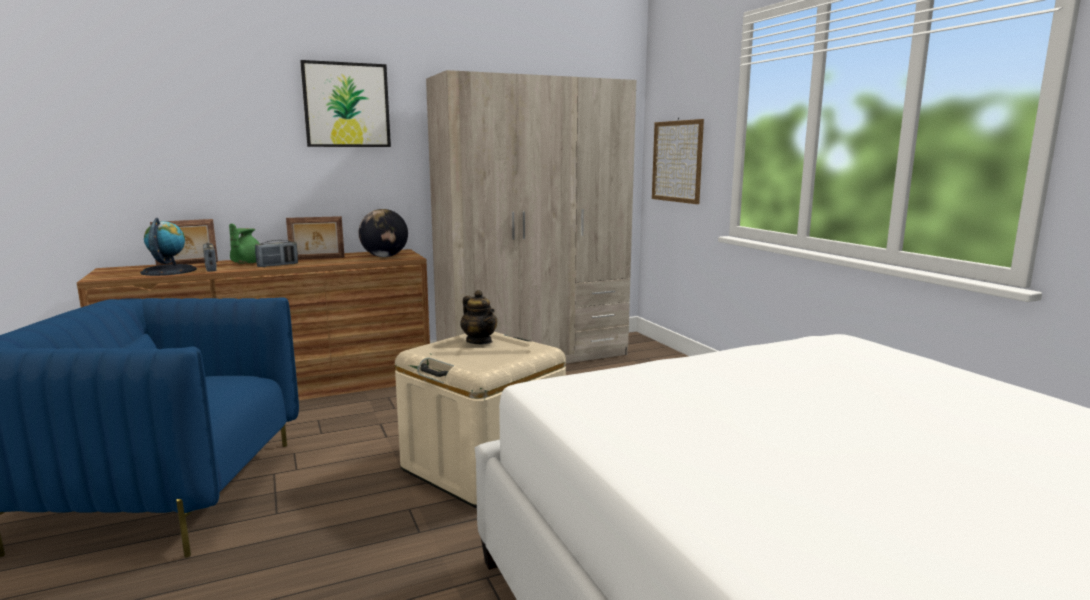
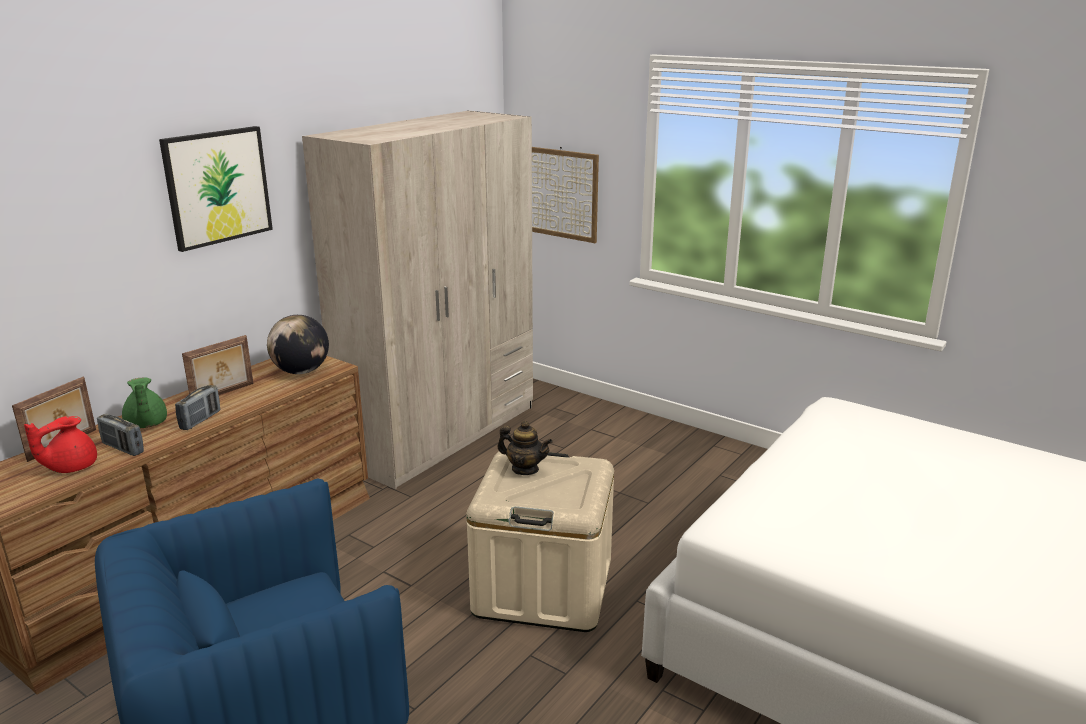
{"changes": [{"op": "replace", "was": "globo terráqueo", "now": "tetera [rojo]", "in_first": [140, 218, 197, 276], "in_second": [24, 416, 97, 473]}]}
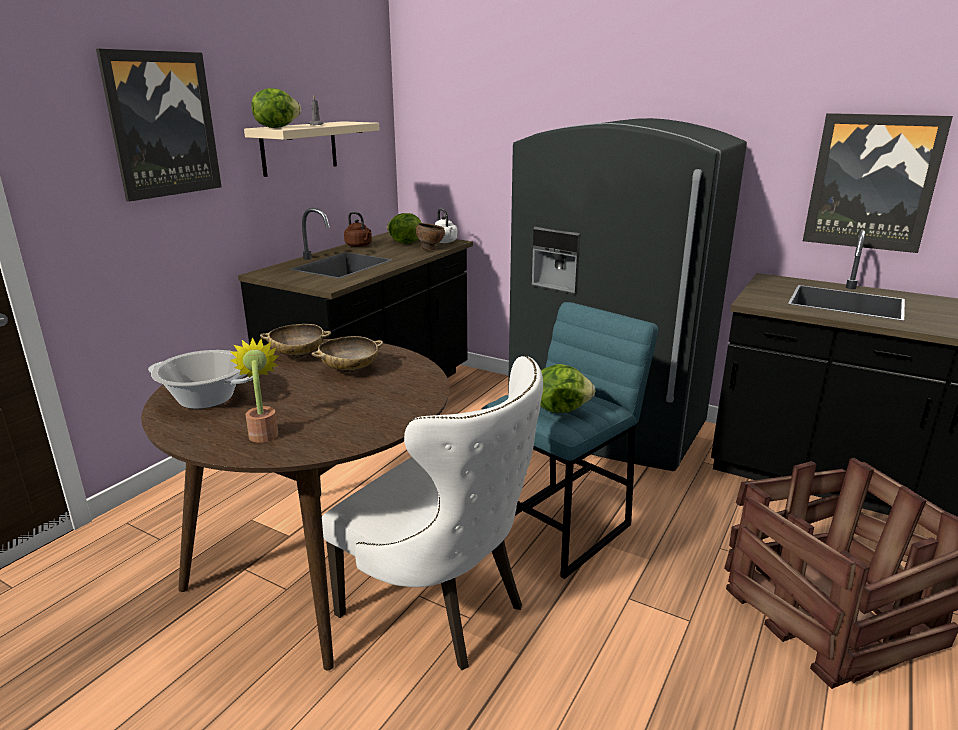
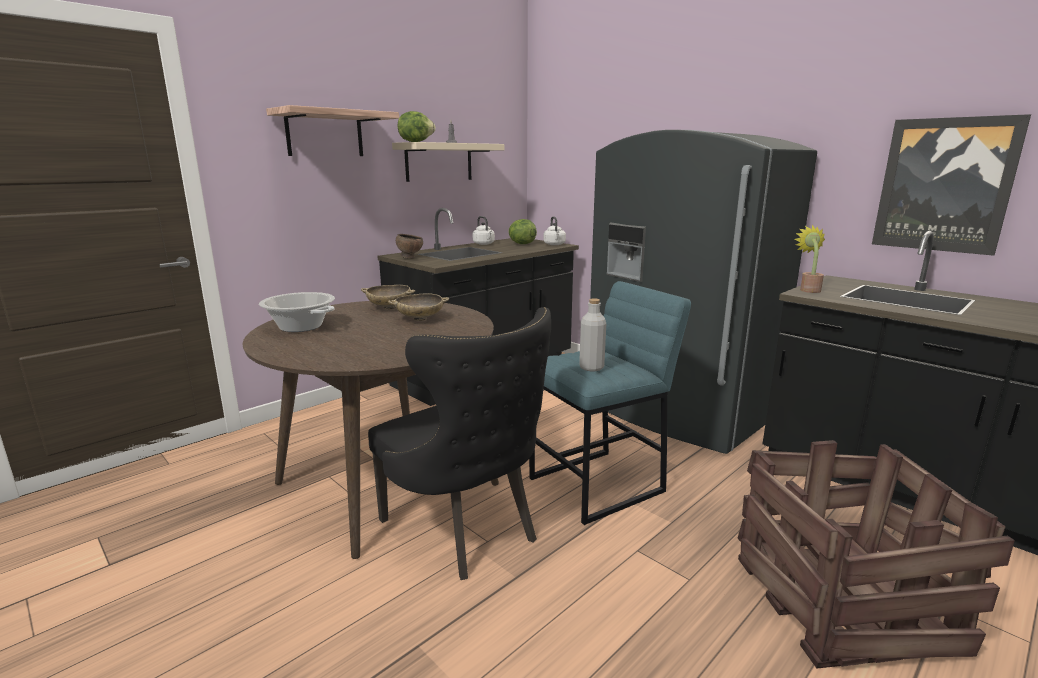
{"changes": [{"op": "replace", "was": "cuadro", "now": "estante", "in_first": [96, 49, 221, 202], "in_second": [266, 105, 399, 156]}, {"op": "move", "was": "planta en maceta", "in_first": [230, 337, 280, 443], "in_second": [794, 225, 825, 293]}, {"op": "recolor", "was": "silla [blanco]", "now": "silla [negro]", "in_first": [322, 356, 543, 670], "in_second": [368, 307, 551, 580]}, {"op": "recolor", "was": "hervidor [marrón]", "now": "hervidor [blanco]", "in_first": [344, 212, 372, 247], "in_second": [473, 216, 495, 245]}, {"op": "move", "was": "cuenco [marrón]", "in_first": [416, 223, 445, 250], "in_second": [396, 234, 423, 259]}, {"op": "replace", "was": "lechuga", "now": "botella [gris]", "in_first": [540, 364, 595, 413], "in_second": [579, 299, 606, 371]}]}
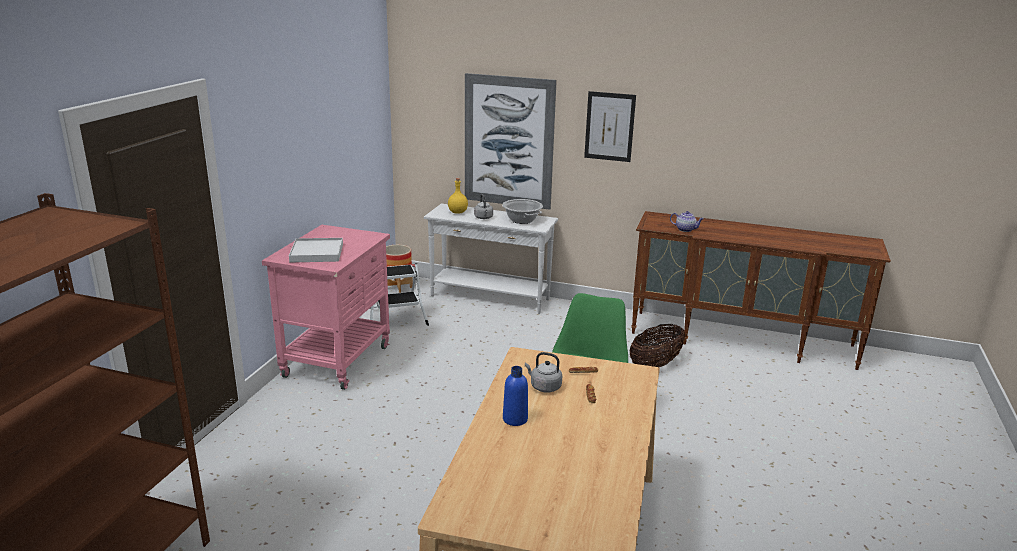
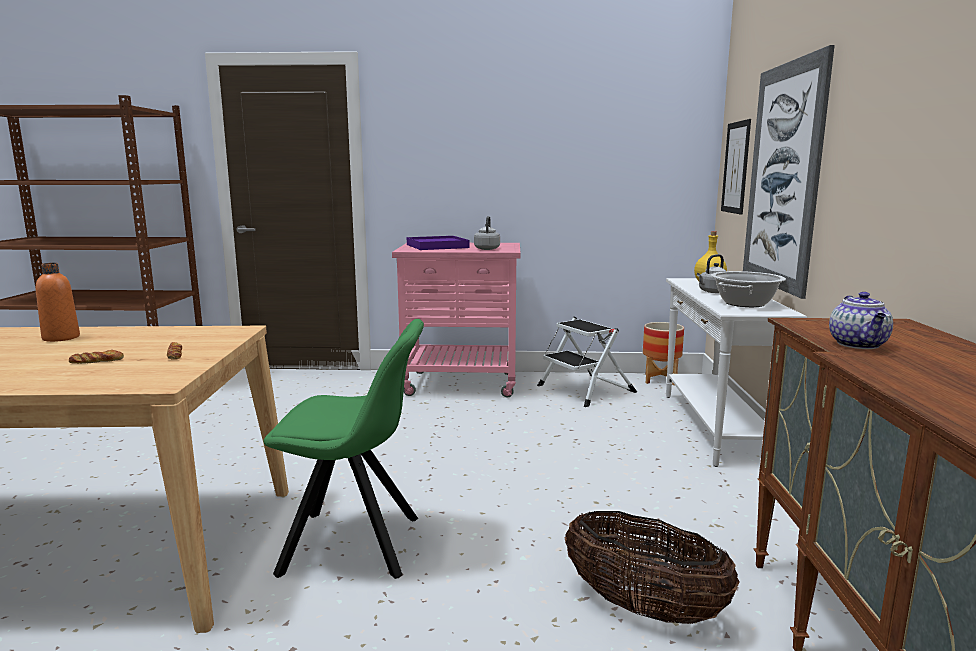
{"changes": [{"op": "recolor", "was": "bandeja [blanco]", "now": "bandeja [morado]", "in_first": [289, 238, 343, 263], "in_second": [407, 236, 470, 250]}, {"op": "recolor", "was": "botella [azul]", "now": "botella [naranja]", "in_first": [503, 366, 528, 426], "in_second": [36, 263, 80, 342]}, {"op": "move", "was": "hervidor [gris]", "in_first": [525, 352, 562, 393], "in_second": [474, 216, 500, 250]}, {"op": "move", "was": "cuadro", "in_first": [584, 91, 636, 162], "in_second": [721, 119, 751, 215]}]}
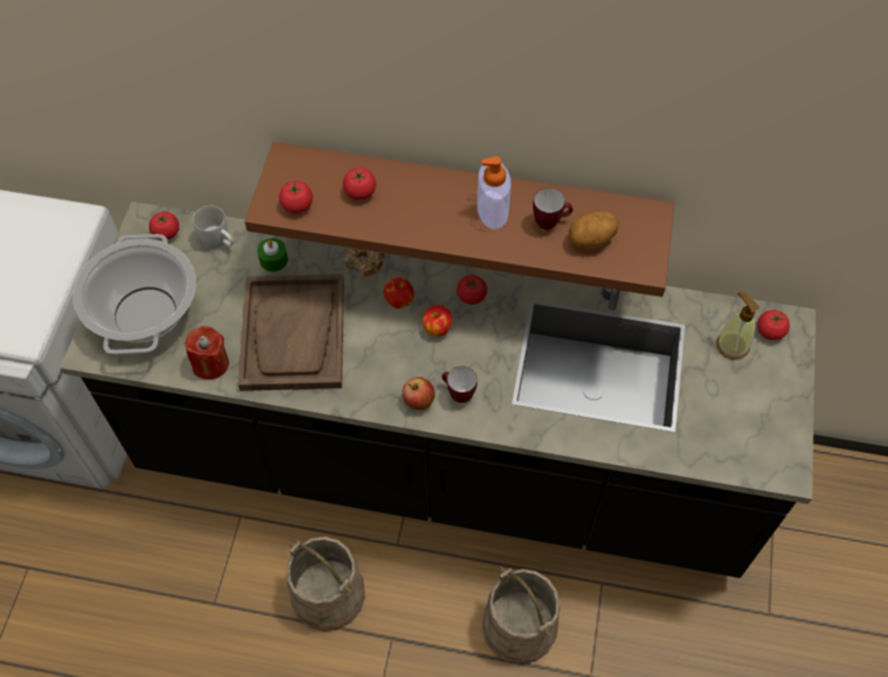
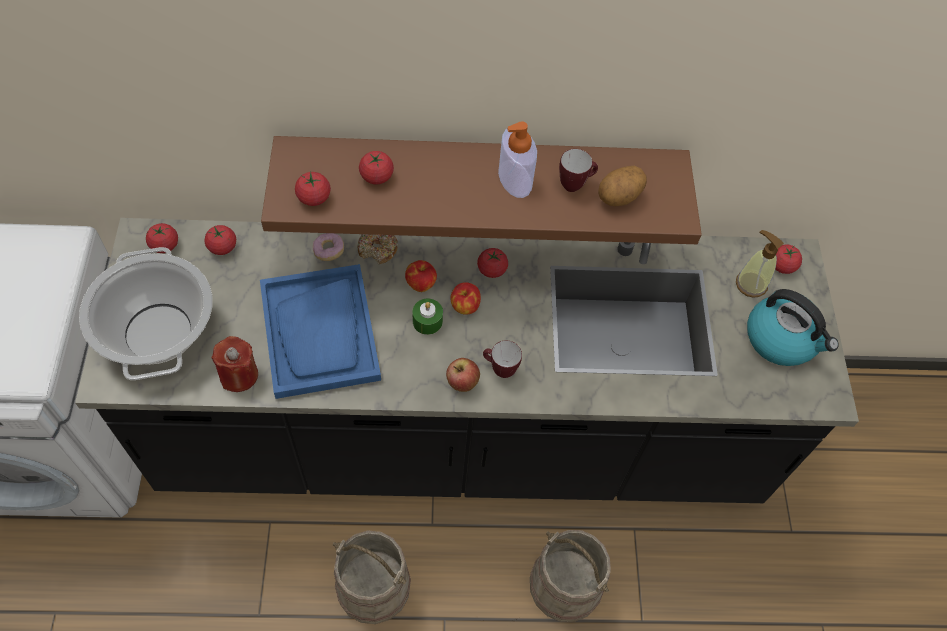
{"changes": [{"op": "replace", "was": "taza grande [blanco]", "now": "tomate", "in_first": [193, 206, 234, 249], "in_second": [204, 225, 236, 255]}, {"op": "recolor", "was": "bandeja [marrón]", "now": "bandeja [azul]", "in_first": [238, 274, 344, 391], "in_second": [260, 264, 381, 399]}, {"op": "move", "was": "vela [verde]", "in_first": [257, 238, 288, 272], "in_second": [412, 299, 443, 335]}, {"op": "insert", "now": "rosquilla", "in_second": [313, 233, 344, 261]}, {"op": "insert", "now": "hervidor", "in_second": [747, 289, 839, 366]}]}
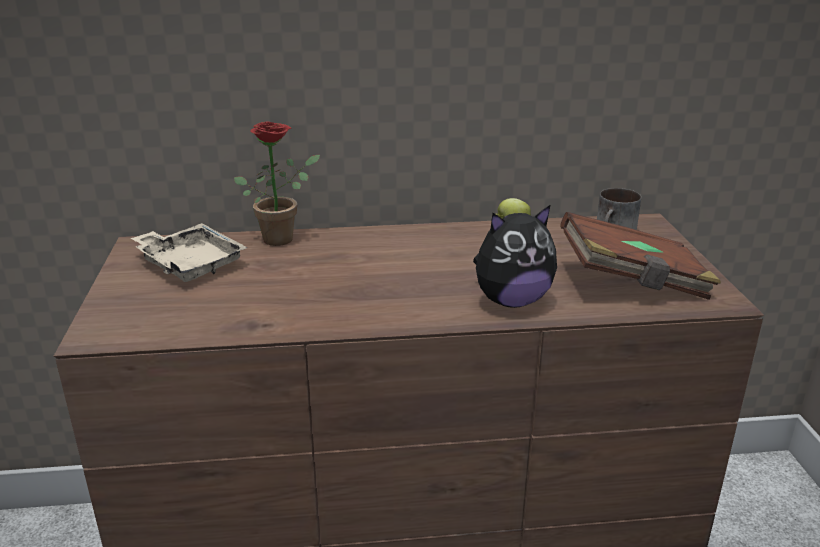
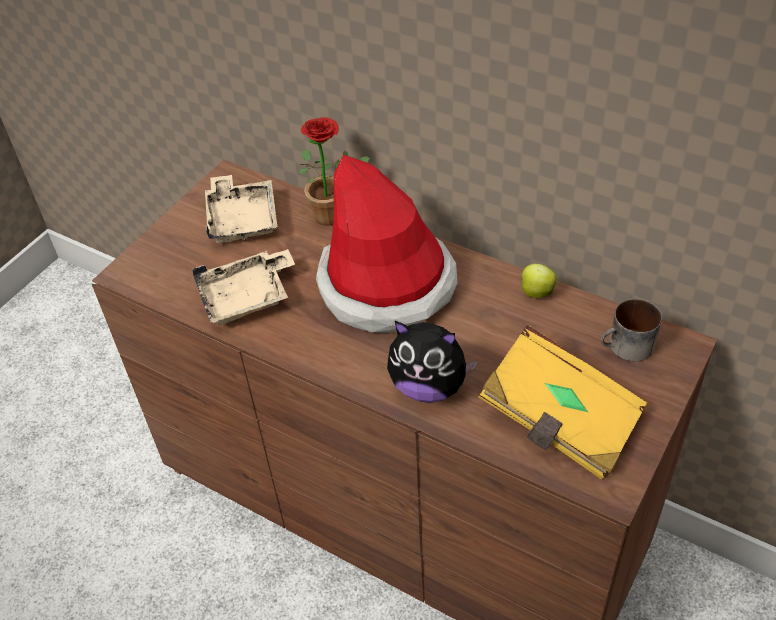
{"changes": [{"op": "recolor", "was": "libro [marrón]", "now": "libro [amarillo]", "in_first": [560, 212, 721, 300], "in_second": [479, 325, 647, 480]}, {"op": "insert", "now": "bandeja [beis]", "in_second": [193, 249, 295, 325]}, {"op": "insert", "now": "sombrero", "in_second": [316, 155, 457, 333]}]}
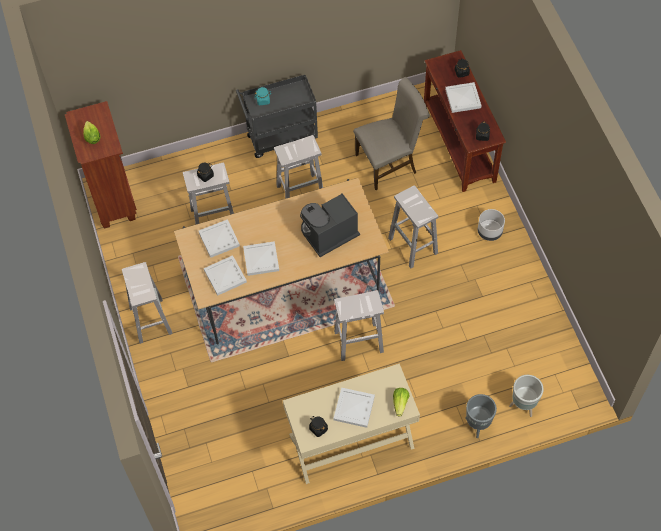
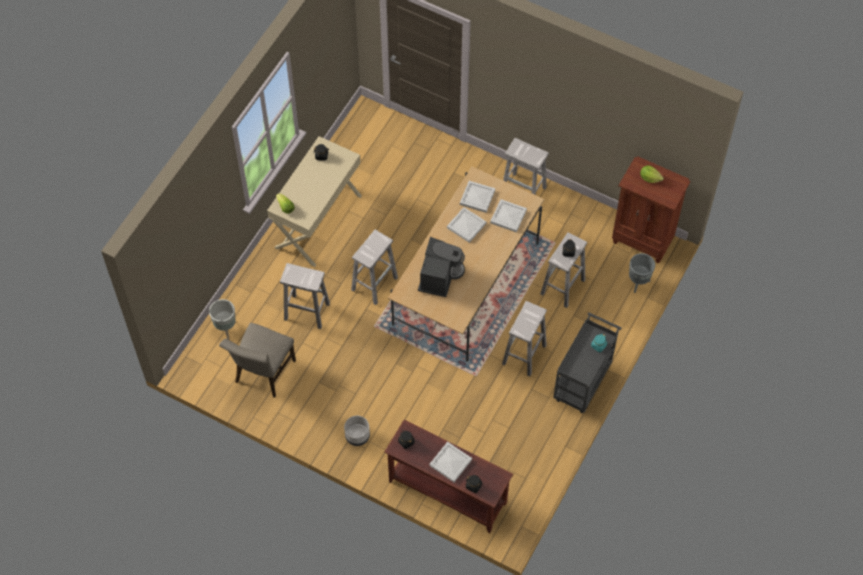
{"changes": [{"op": "delete", "was": "bandeja [blanco]", "in_first": [333, 388, 375, 428]}, {"op": "move", "was": "silla [beis]", "in_first": [353, 77, 430, 190], "in_second": [219, 323, 296, 398]}, {"op": "move", "was": "taburete [blanco]", "in_first": [388, 185, 438, 268], "in_second": [280, 263, 330, 329]}, {"op": "move", "was": "maceta [gris]", "in_first": [465, 394, 497, 438], "in_second": [629, 253, 655, 293]}]}
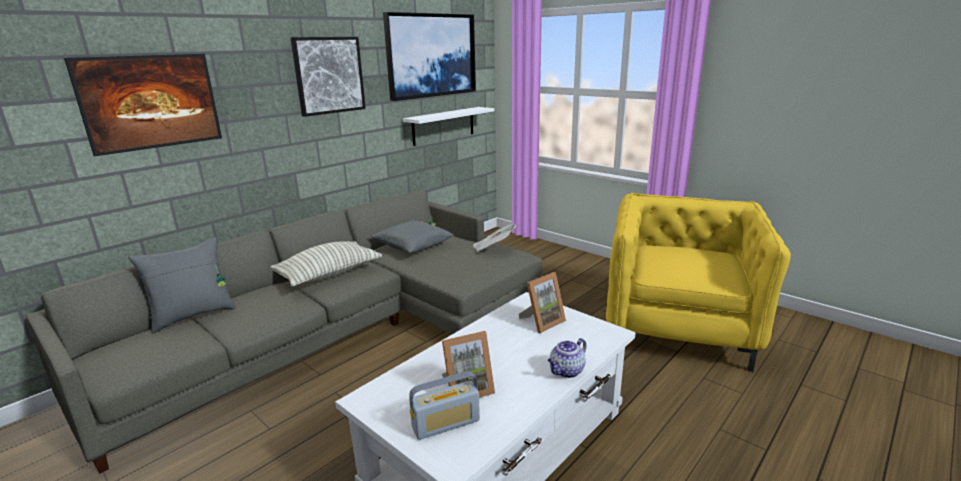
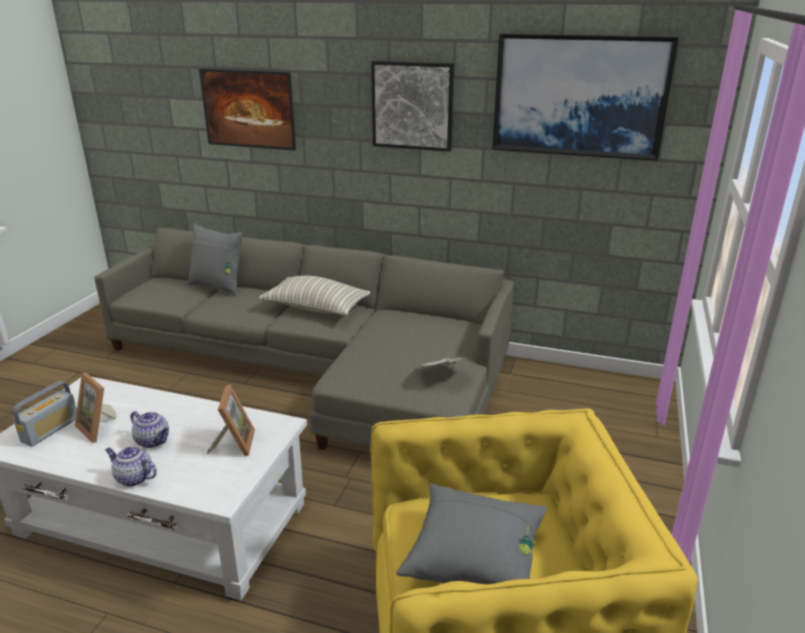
{"changes": [{"op": "move", "was": "cojín [gris]", "in_first": [371, 220, 454, 253], "in_second": [396, 483, 547, 584]}, {"op": "delete", "was": "estante [blanco]", "in_first": [403, 107, 494, 146]}, {"op": "rotate", "was": "radio", "in_first": [409, 371, 480, 440], "in_second": [13, 381, 77, 447], "clockwise": -105}, {"op": "rotate", "was": "portarretratos", "in_first": [519, 272, 566, 333], "in_second": [207, 384, 255, 456], "clockwise": -120}, {"op": "insert", "now": "tetera", "in_second": [131, 411, 169, 448]}]}
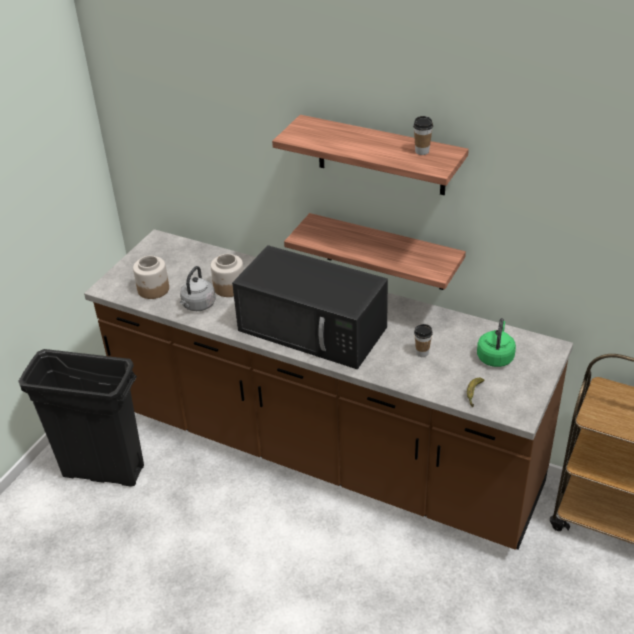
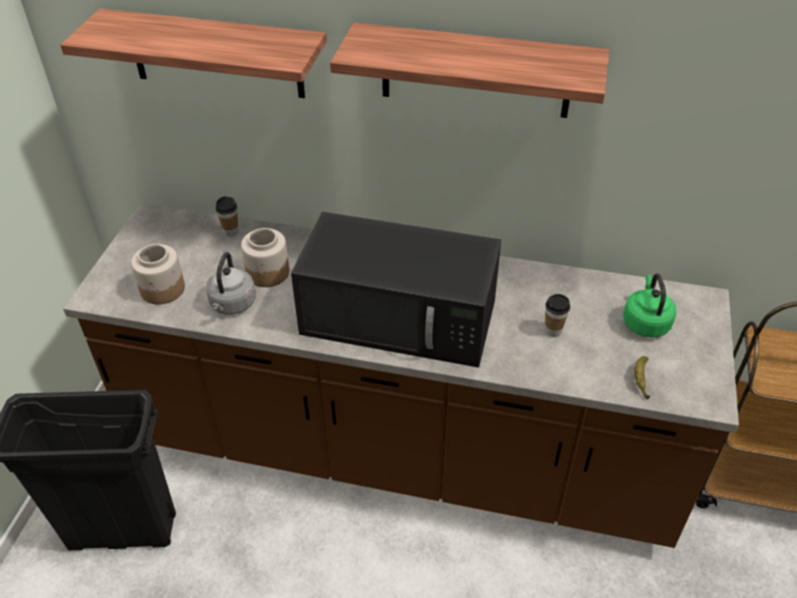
{"changes": [{"op": "move", "was": "estante", "in_first": [284, 213, 466, 290], "in_second": [60, 9, 327, 98]}, {"op": "move", "was": "taza", "in_first": [413, 116, 433, 155], "in_second": [216, 196, 239, 237]}]}
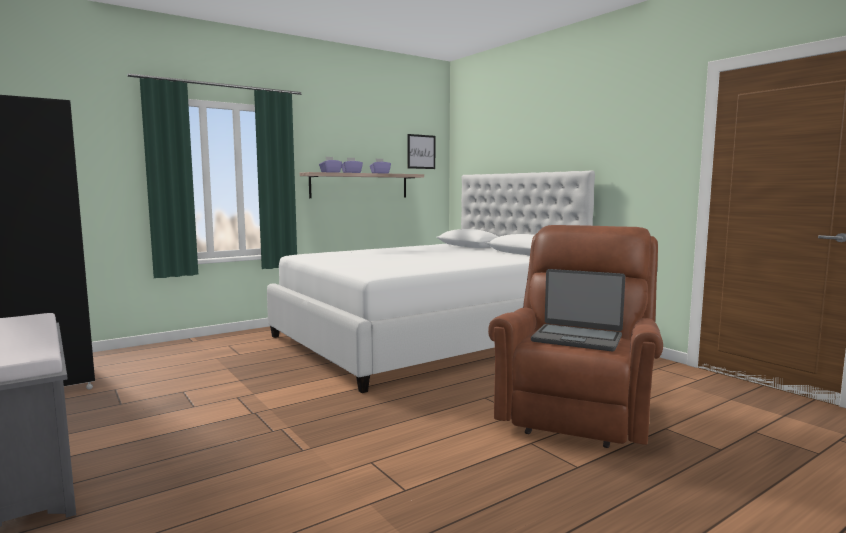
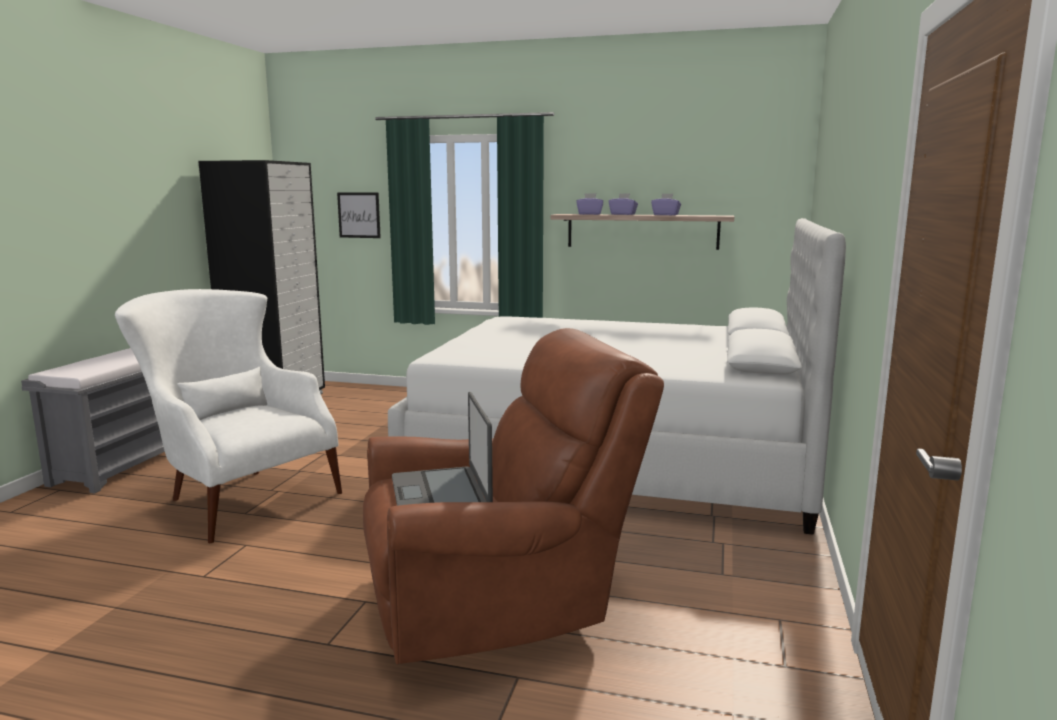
{"changes": [{"op": "move", "was": "cuadro", "in_first": [407, 134, 435, 169], "in_second": [337, 192, 381, 238]}, {"op": "insert", "now": "sillón [blanco]", "in_second": [115, 289, 342, 543]}]}
